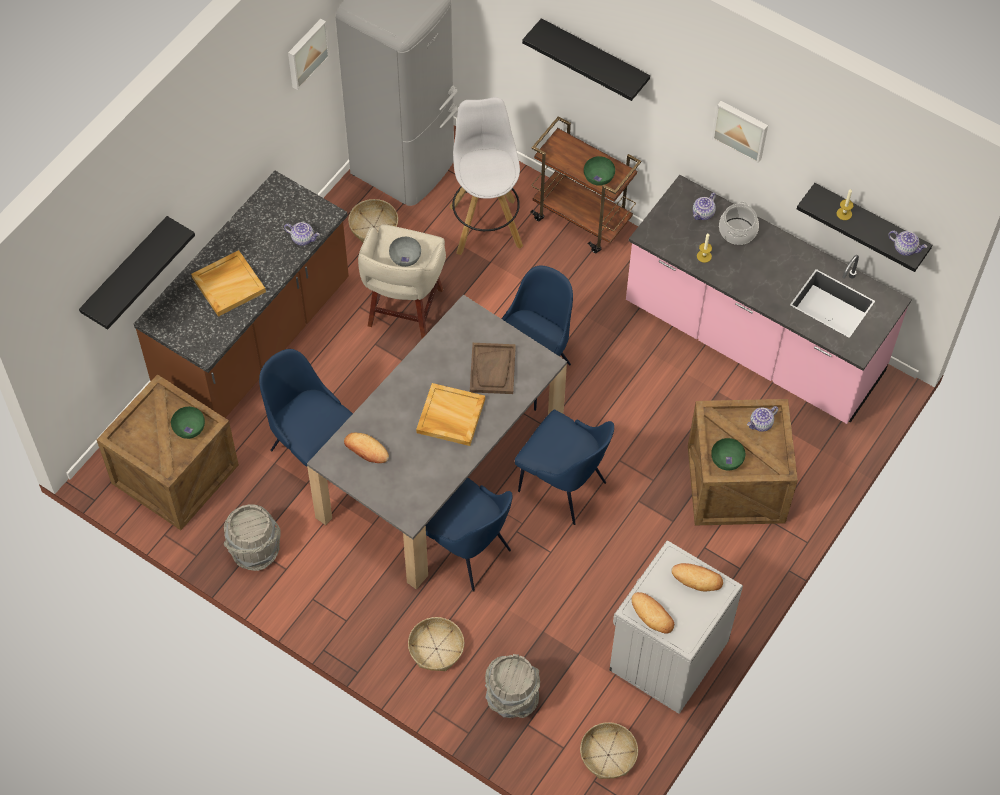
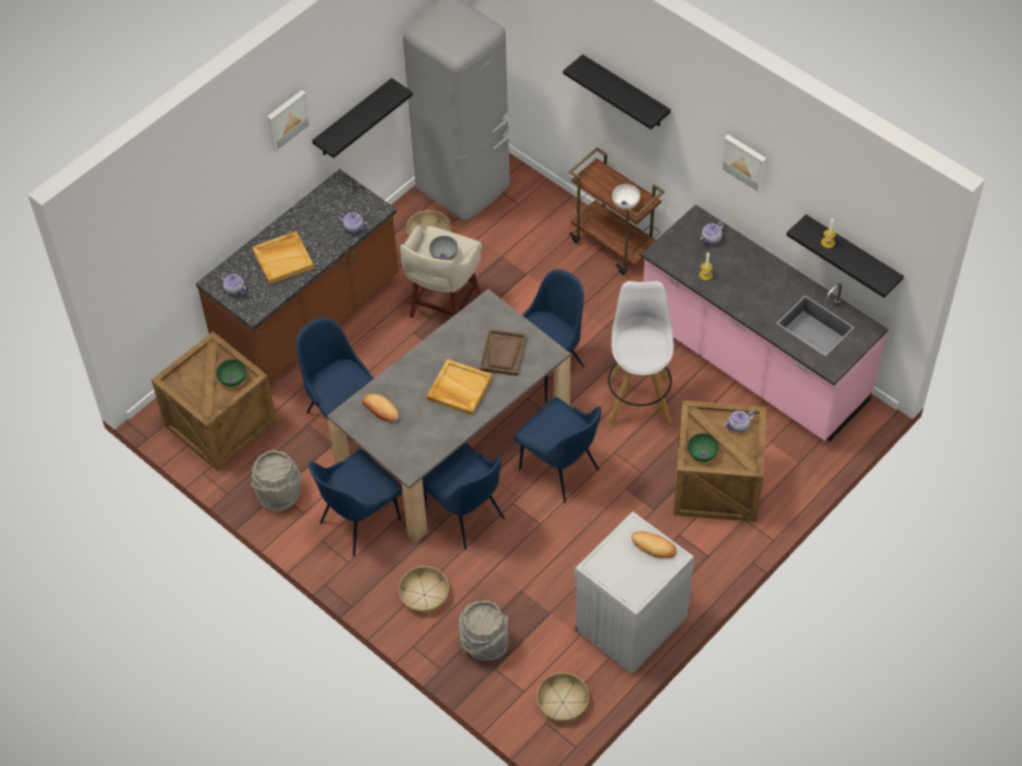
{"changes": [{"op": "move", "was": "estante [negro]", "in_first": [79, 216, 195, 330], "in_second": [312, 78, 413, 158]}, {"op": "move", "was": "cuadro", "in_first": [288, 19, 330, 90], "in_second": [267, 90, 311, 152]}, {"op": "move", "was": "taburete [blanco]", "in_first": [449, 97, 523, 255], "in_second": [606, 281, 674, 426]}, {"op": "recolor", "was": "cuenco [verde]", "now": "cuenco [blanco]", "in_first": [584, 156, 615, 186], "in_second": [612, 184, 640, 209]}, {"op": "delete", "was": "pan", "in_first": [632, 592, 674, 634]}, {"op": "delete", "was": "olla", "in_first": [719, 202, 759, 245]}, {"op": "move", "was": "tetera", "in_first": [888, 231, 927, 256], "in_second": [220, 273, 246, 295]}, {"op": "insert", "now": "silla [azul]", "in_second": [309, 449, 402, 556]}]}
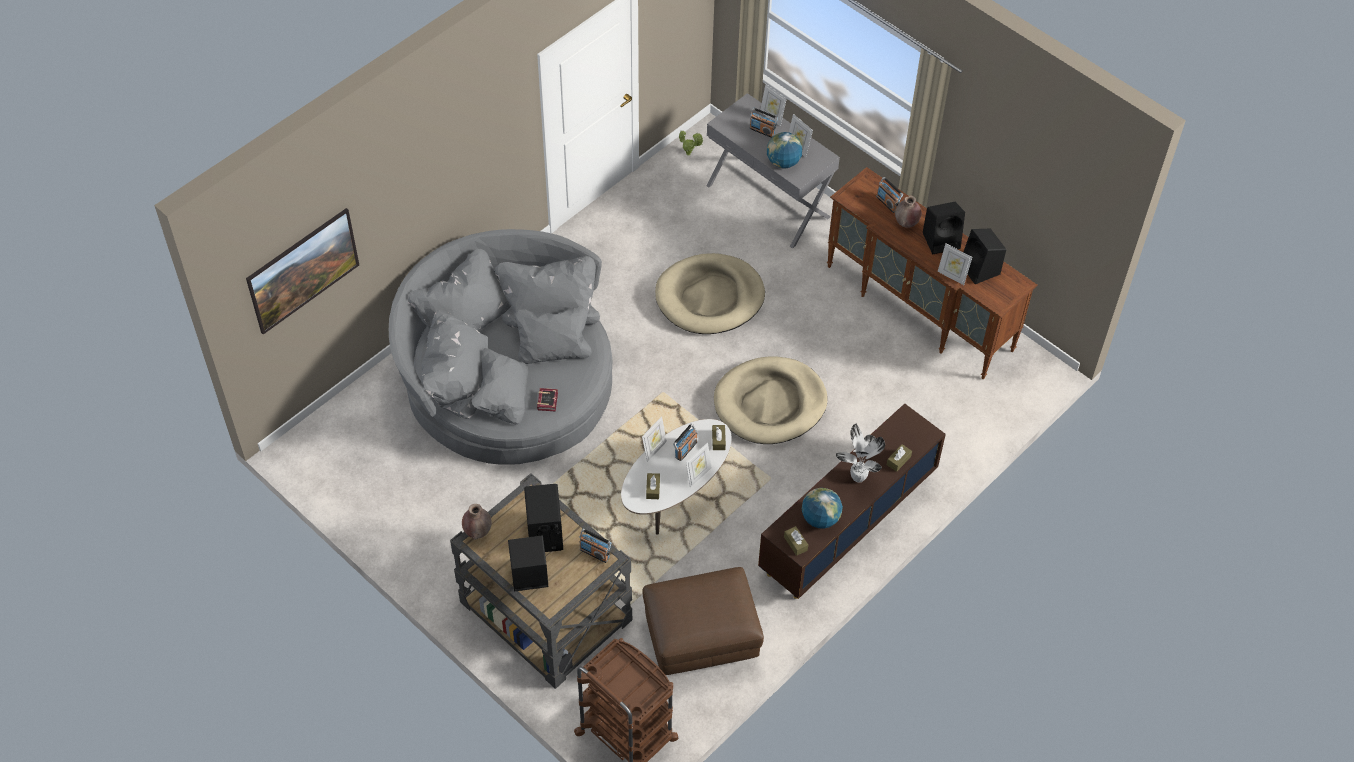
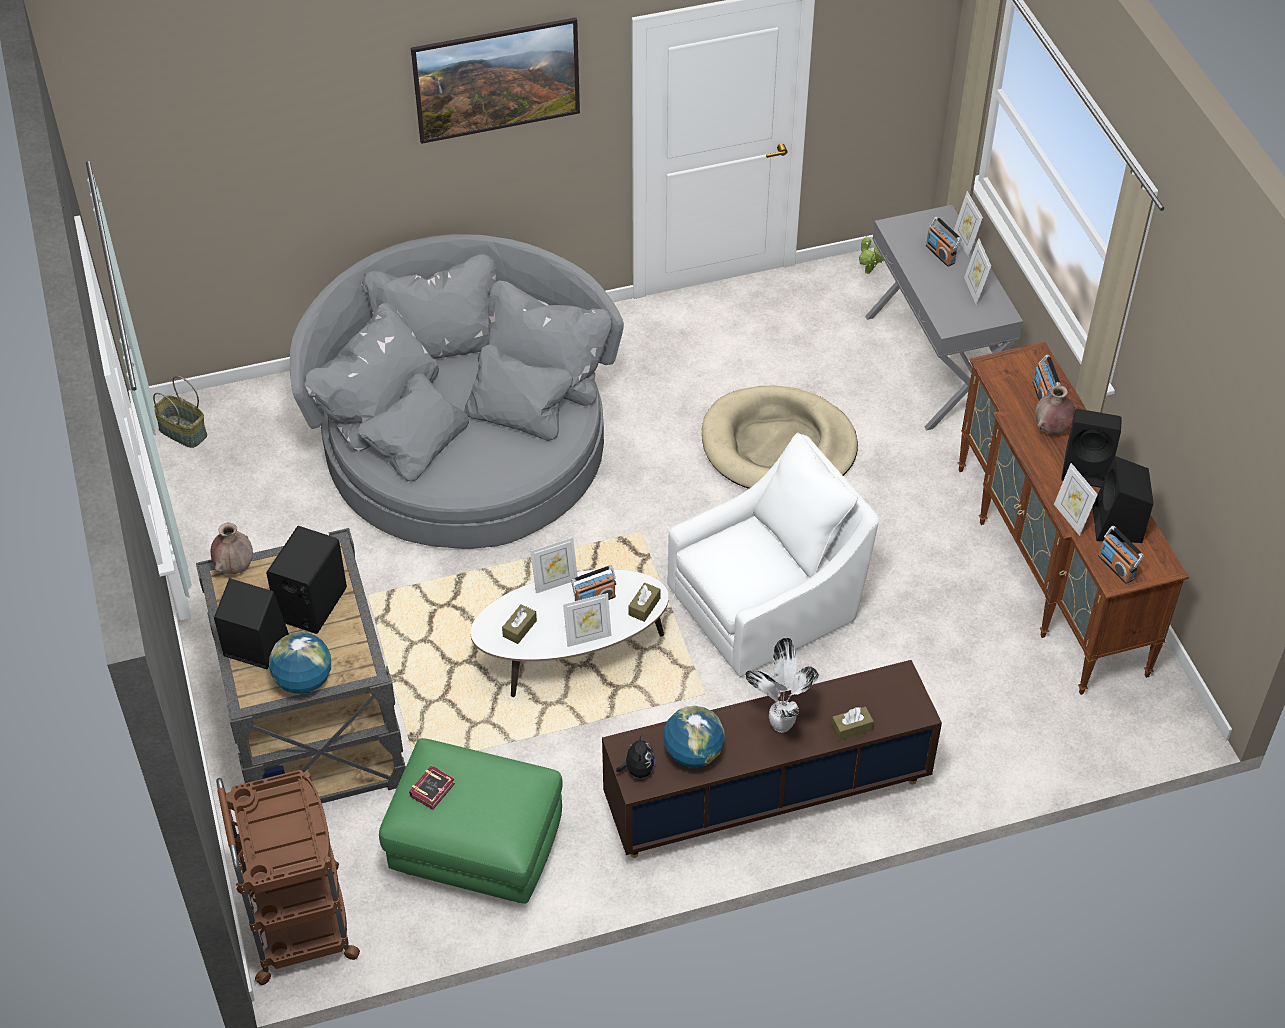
{"changes": [{"op": "move", "was": "cuadro", "in_first": [246, 208, 359, 334], "in_second": [411, 17, 580, 144]}, {"op": "move", "was": "libro", "in_first": [537, 388, 558, 412], "in_second": [409, 765, 455, 810]}, {"op": "move", "was": "radio", "in_first": [579, 528, 611, 563], "in_second": [1098, 526, 1144, 584]}, {"op": "recolor", "was": "puf [marrón]", "now": "puf [verde]", "in_first": [642, 567, 764, 675], "in_second": [379, 738, 563, 904]}, {"op": "replace", "was": "cama para perro [beis]", "now": "sillón [blanco]", "in_first": [714, 356, 828, 444], "in_second": [667, 433, 879, 677]}, {"op": "move", "was": "globo terráqueo", "in_first": [767, 132, 802, 169], "in_second": [269, 632, 331, 694]}, {"op": "replace", "was": "caja de pañuelos [marrón]", "now": "peluche", "in_first": [784, 526, 808, 556], "in_second": [616, 735, 655, 778]}, {"op": "insert", "now": "cesta", "in_second": [153, 376, 207, 448]}]}
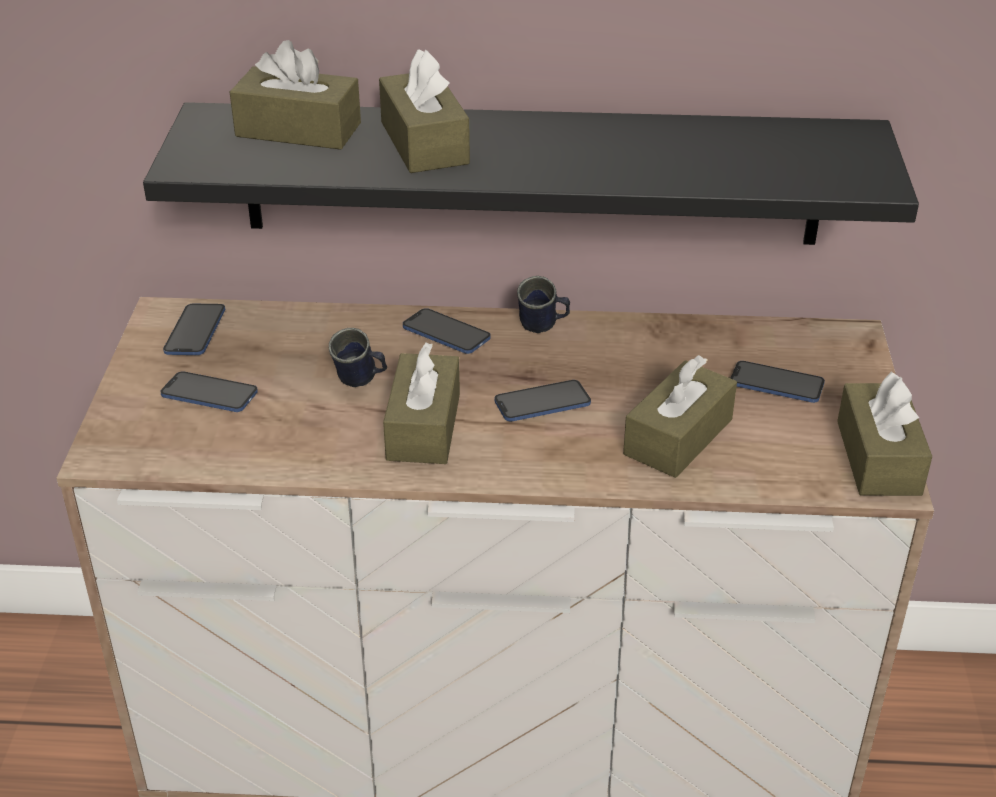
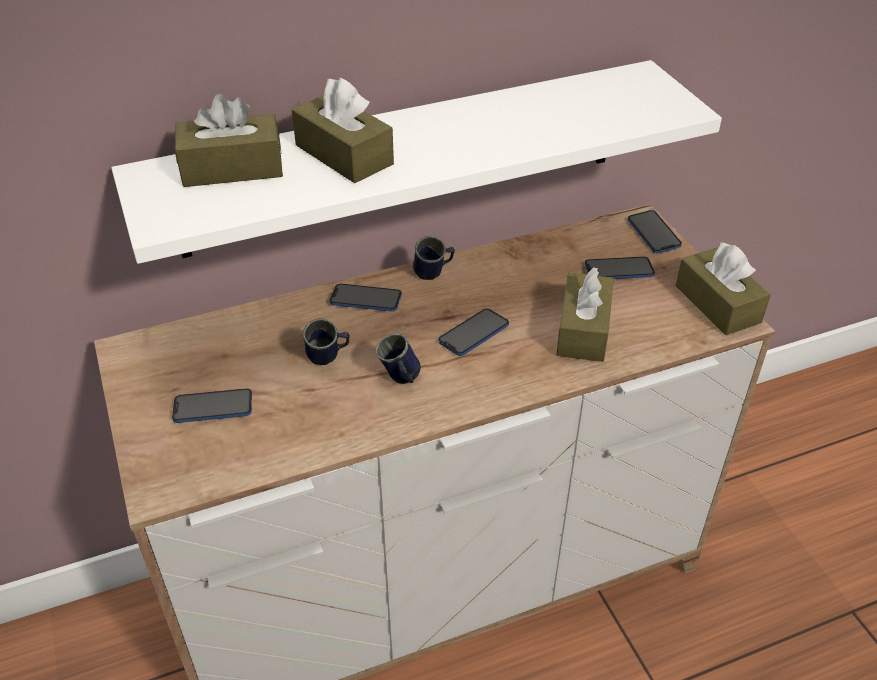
{"changes": [{"op": "recolor", "was": "estante [negro]", "now": "estante [blanco]", "in_first": [143, 102, 919, 245], "in_second": [111, 60, 722, 264]}, {"op": "move", "was": "móvil", "in_first": [163, 304, 226, 355], "in_second": [628, 210, 682, 253]}, {"op": "replace", "was": "caja de pañuelos [marrón]", "now": "taza grande [azul]", "in_first": [383, 343, 460, 464], "in_second": [376, 333, 421, 384]}]}
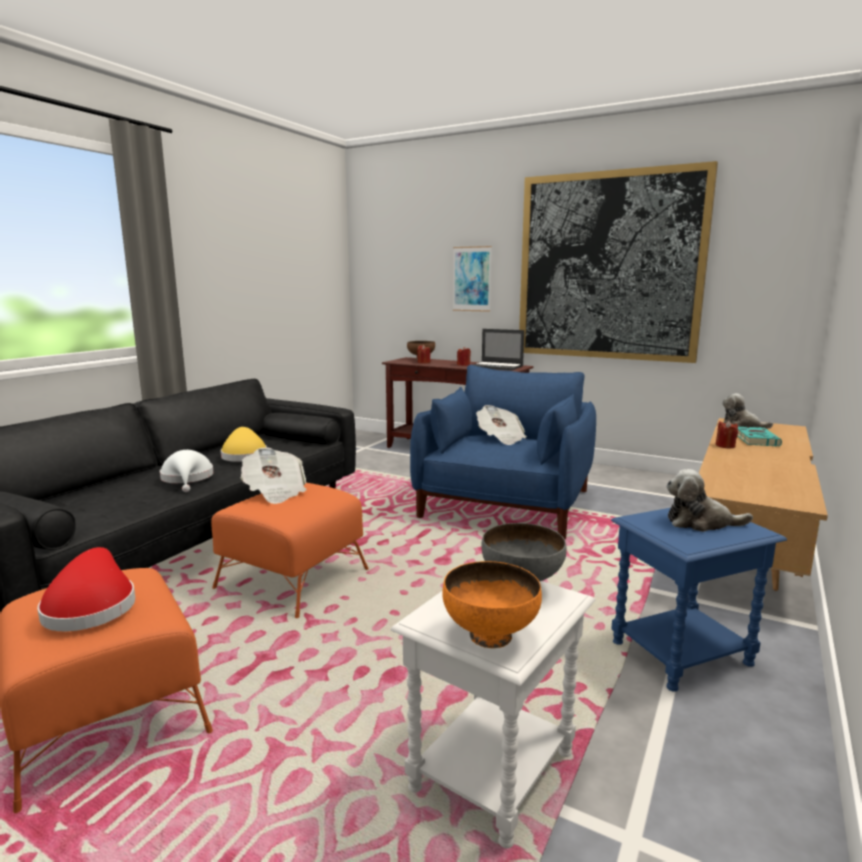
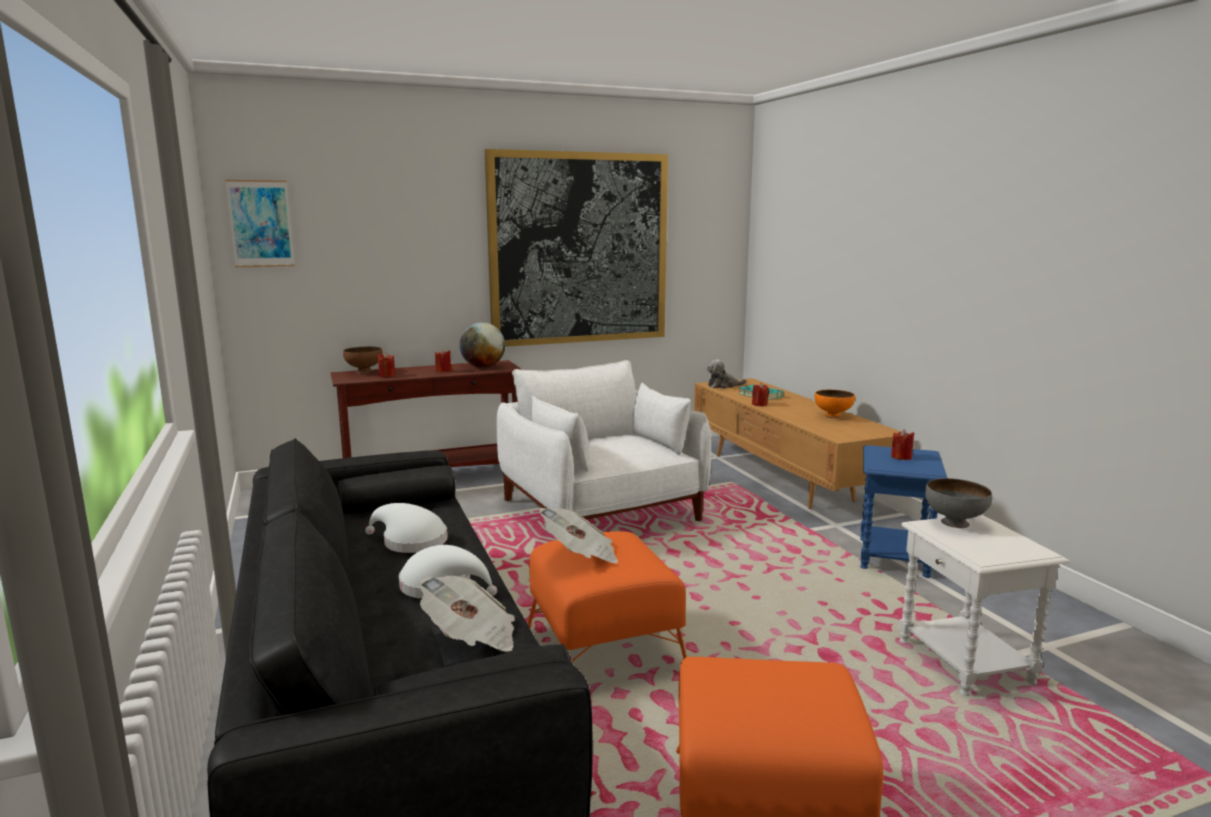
{"changes": [{"op": "delete", "was": "sombrero [rojo]", "in_first": [38, 547, 136, 631]}, {"op": "recolor", "was": "sombrero [amarillo]", "now": "sombrero [blanco]", "in_first": [221, 427, 267, 462], "in_second": [365, 503, 448, 553]}, {"op": "recolor", "was": "sillón [azul]", "now": "sillón [blanco]", "in_first": [410, 365, 596, 539], "in_second": [497, 360, 711, 521]}, {"op": "move", "was": "cuenco [naranja]", "in_first": [442, 561, 542, 648], "in_second": [815, 390, 855, 419]}, {"op": "move", "was": "cuadro", "in_first": [453, 246, 492, 312], "in_second": [226, 180, 295, 267]}, {"op": "replace", "was": "portátil", "now": "globo terráqueo", "in_first": [473, 329, 524, 371], "in_second": [459, 322, 505, 368]}, {"op": "move", "was": "periódico", "in_first": [476, 405, 527, 445], "in_second": [420, 576, 515, 652]}, {"op": "replace", "was": "peluche", "now": "vela [rojo]", "in_first": [666, 469, 753, 532], "in_second": [891, 429, 915, 460]}]}
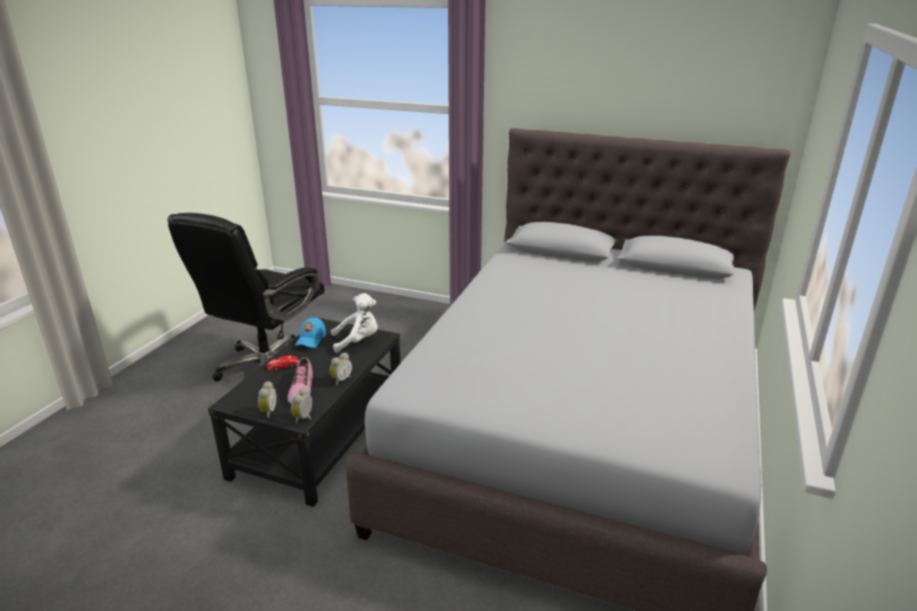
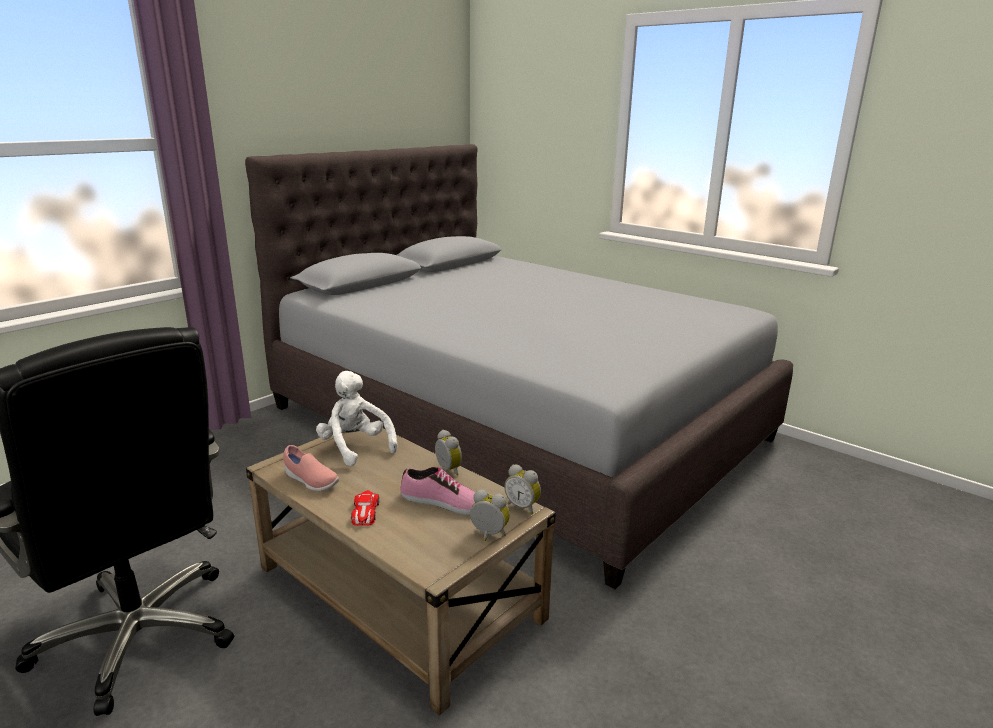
{"changes": [{"op": "recolor", "was": "mesa de centro [negro]", "now": "mesa de centro [beis]", "in_first": [208, 318, 401, 507], "in_second": [246, 428, 556, 715]}, {"op": "replace", "was": "gorra [azul]", "now": "zapato [rosa]", "in_first": [295, 317, 326, 348], "in_second": [283, 445, 339, 491]}, {"op": "rotate", "was": "peluche [blanco]", "in_first": [331, 293, 378, 353], "in_second": [316, 371, 397, 466], "clockwise": -45}]}
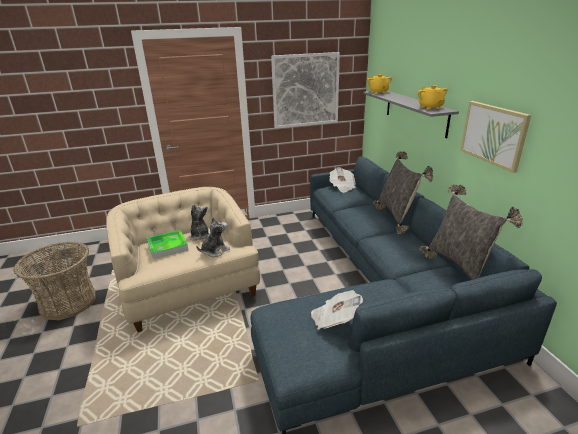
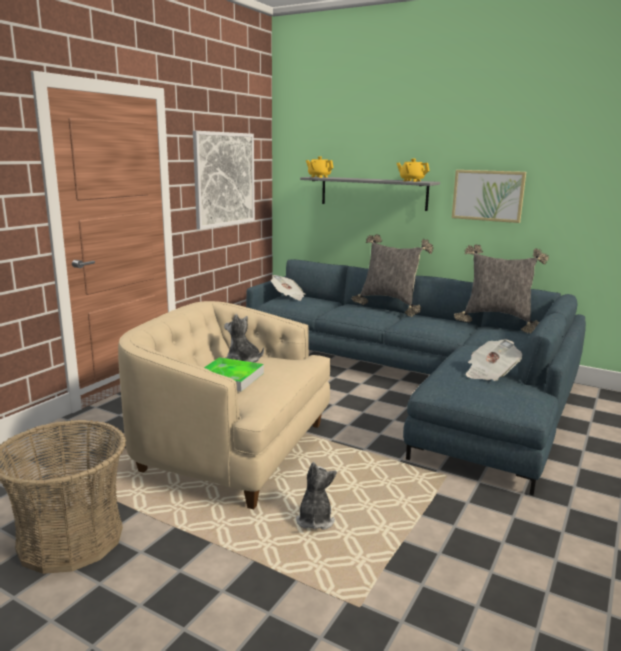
{"changes": [{"op": "move", "was": "peluche", "in_first": [196, 217, 230, 257], "in_second": [296, 462, 337, 530]}]}
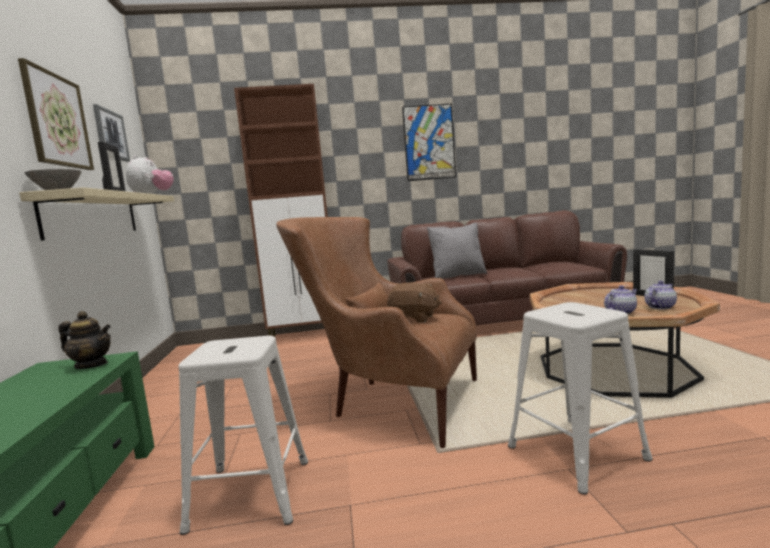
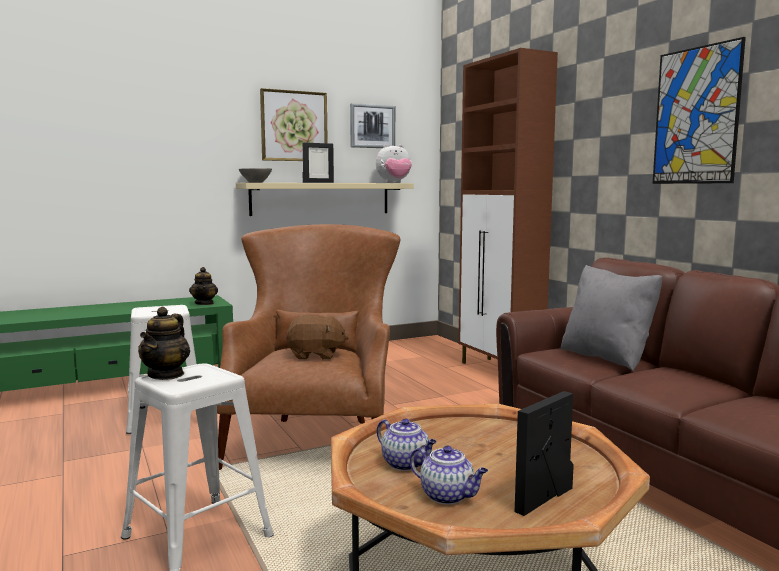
{"changes": [{"op": "rotate", "was": "peluche [marrón]", "in_first": [387, 282, 442, 322], "in_second": [286, 314, 349, 360], "clockwise": -90}, {"op": "insert", "now": "tetera", "in_second": [138, 306, 190, 380]}]}
